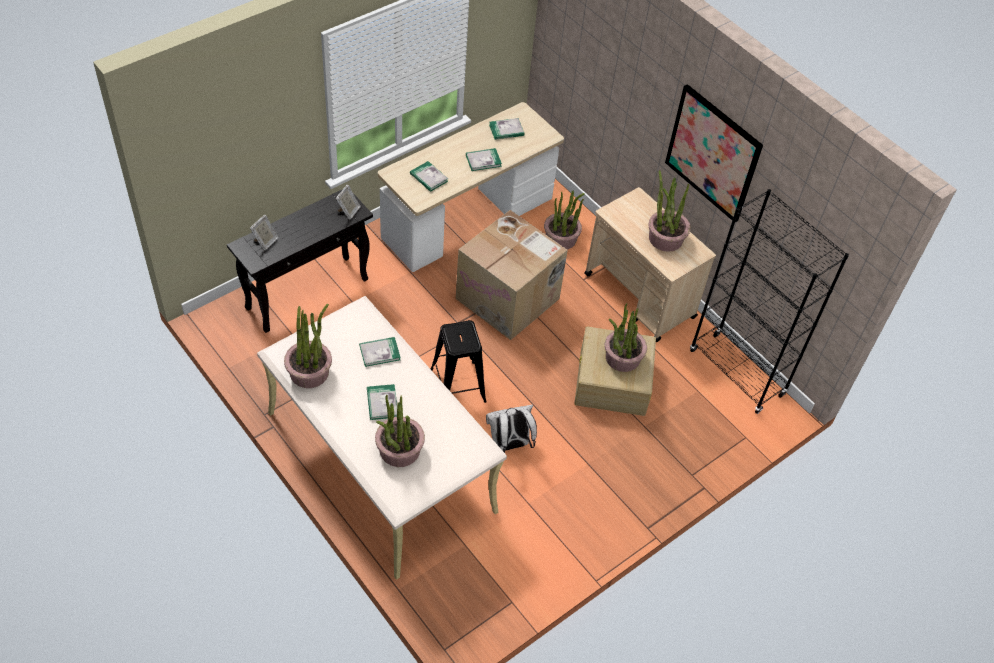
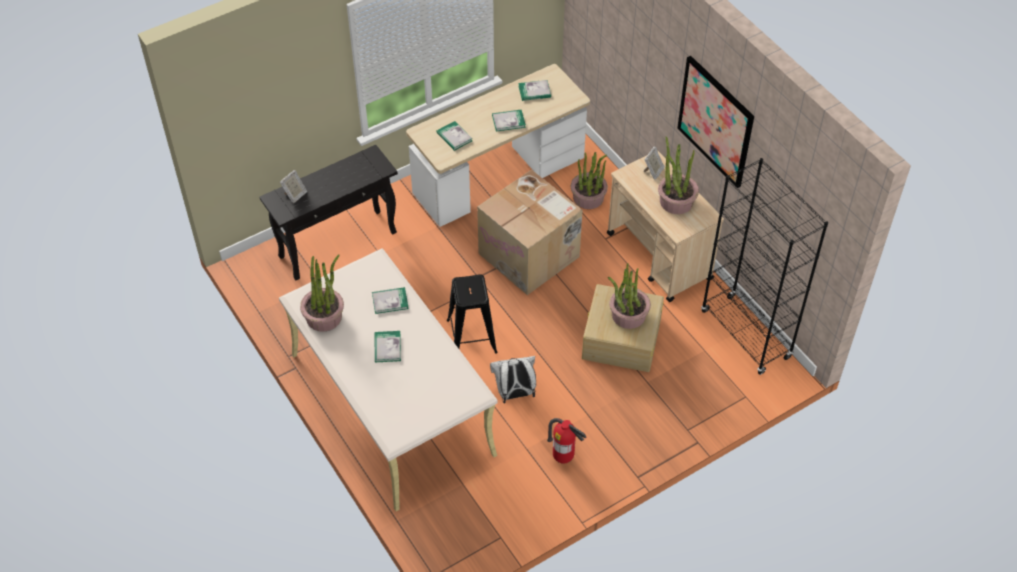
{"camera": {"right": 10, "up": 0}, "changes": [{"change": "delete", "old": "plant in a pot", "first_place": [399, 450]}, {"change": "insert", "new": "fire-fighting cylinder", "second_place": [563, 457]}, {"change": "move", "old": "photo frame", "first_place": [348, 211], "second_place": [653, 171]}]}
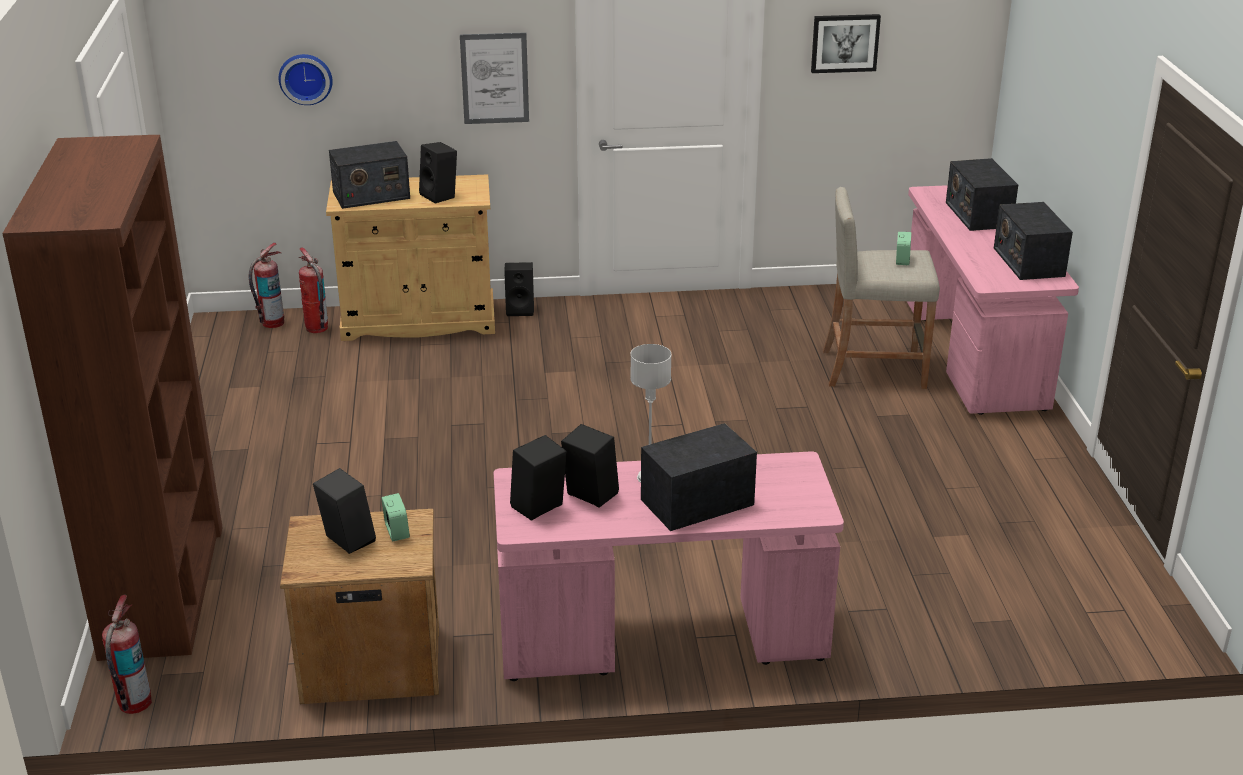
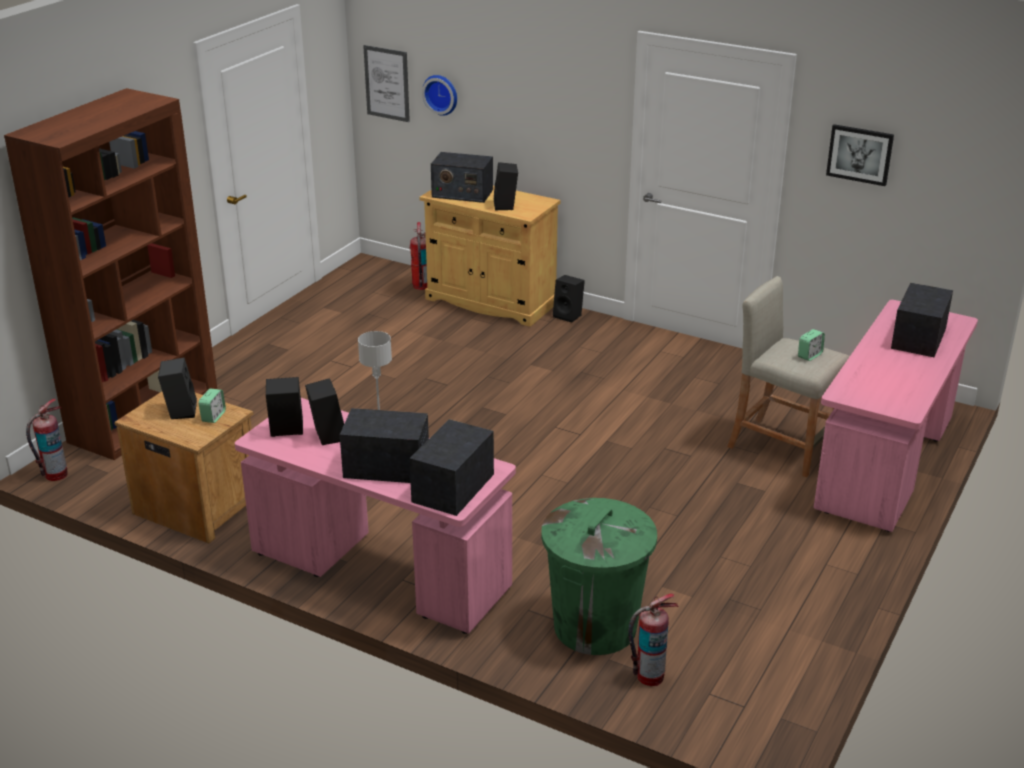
{"camera": {"right": 35, "up": 0}, "changes": [{"change": "insert", "new": "trash can (green)", "second_place": [595, 627]}, {"change": "move", "old": "fire-fighting cylinder", "first_place": [272, 323], "second_place": [649, 676]}, {"change": "move", "old": "wall art", "first_place": [494, 78], "second_place": [387, 83]}, {"change": "move", "old": "radio", "first_place": [1028, 262], "second_place": [453, 487]}]}
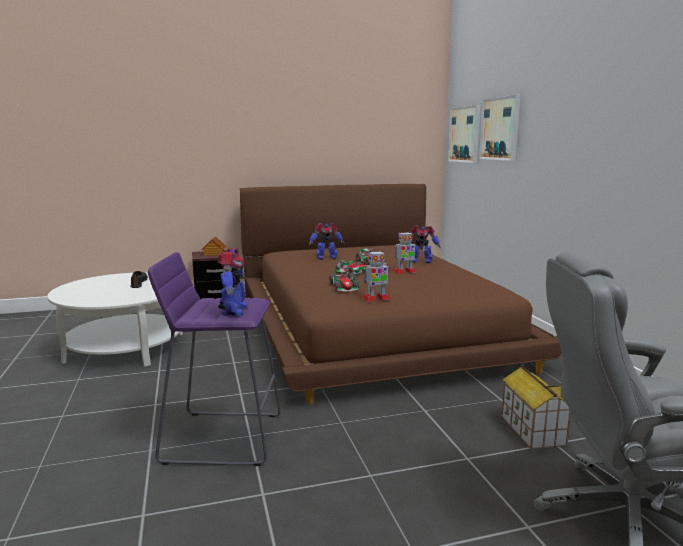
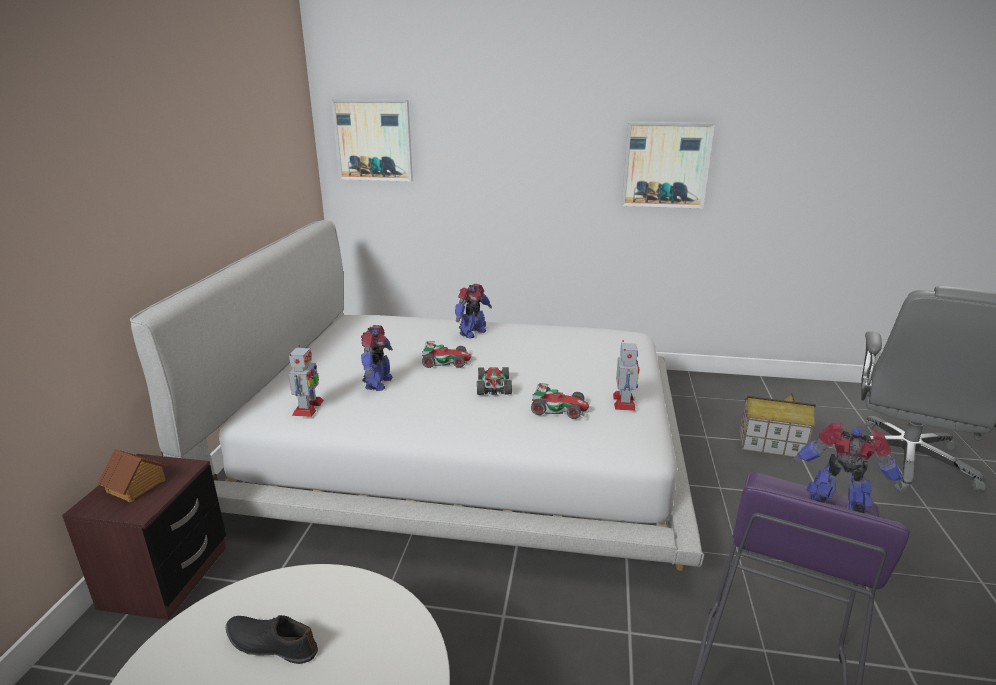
{"camera": {"right": -65, "up": 10}, "changes": [{"change": "move", "old": "robot figure", "first_place": [404, 271], "second_place": [308, 408]}, {"change": "move", "old": "wall art", "first_place": [500, 129], "second_place": [666, 165]}, {"change": "recolor", "old": "bed (brownish)", "new": "bed (white)", "first_place": [371, 327], "second_place": [461, 446]}]}
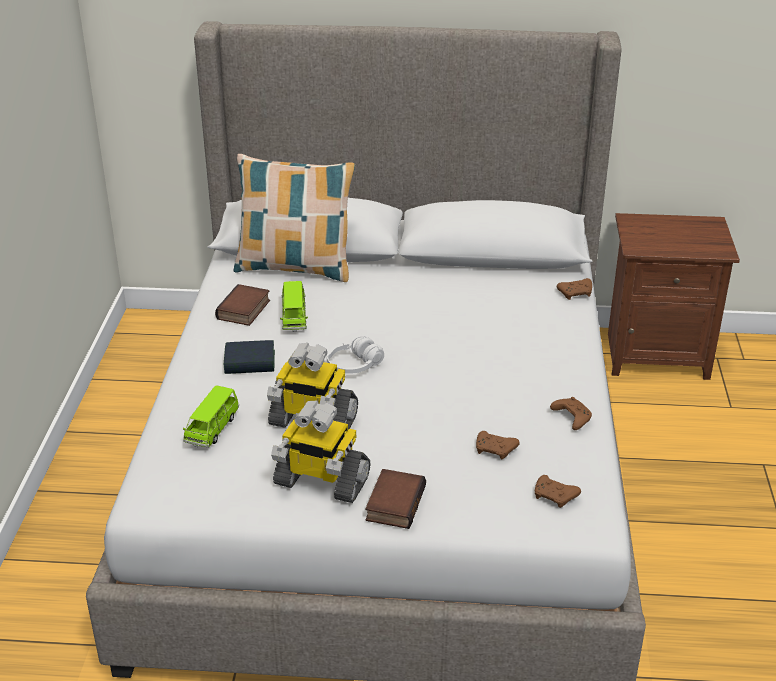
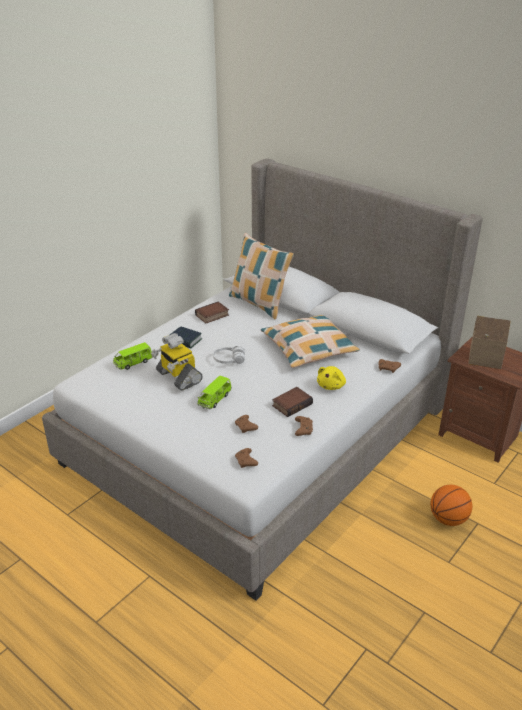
{"camera": {"right": 35, "up": 0}, "changes": [{"change": "delete", "old": "robot figure", "first_place": [320, 481]}, {"change": "insert", "new": "throw pillow", "second_place": [308, 348]}, {"change": "insert", "new": "soft toy (yellow)", "second_place": [331, 385]}, {"change": "insert", "new": "basketball ball", "second_place": [448, 519]}, {"change": "insert", "new": "toy house", "second_place": [485, 357]}, {"change": "move", "old": "model car (green)", "first_place": [294, 317], "second_place": [215, 399]}, {"change": "move", "old": "bound book", "first_place": [394, 503], "second_place": [292, 404]}]}
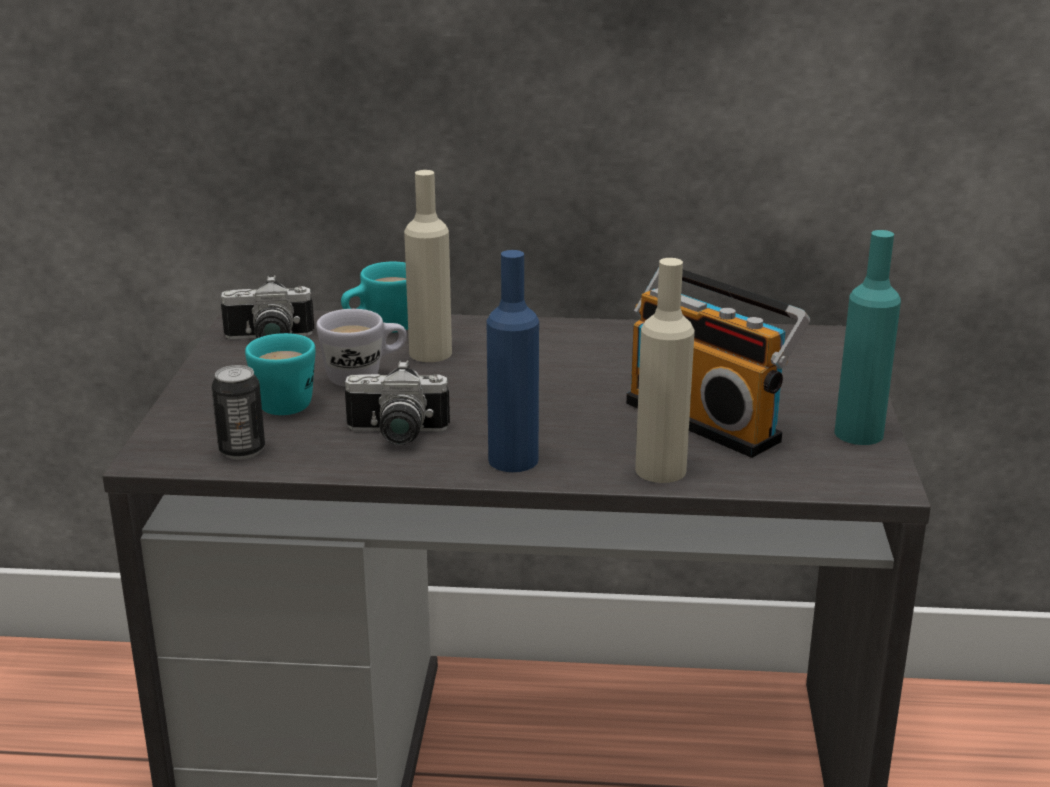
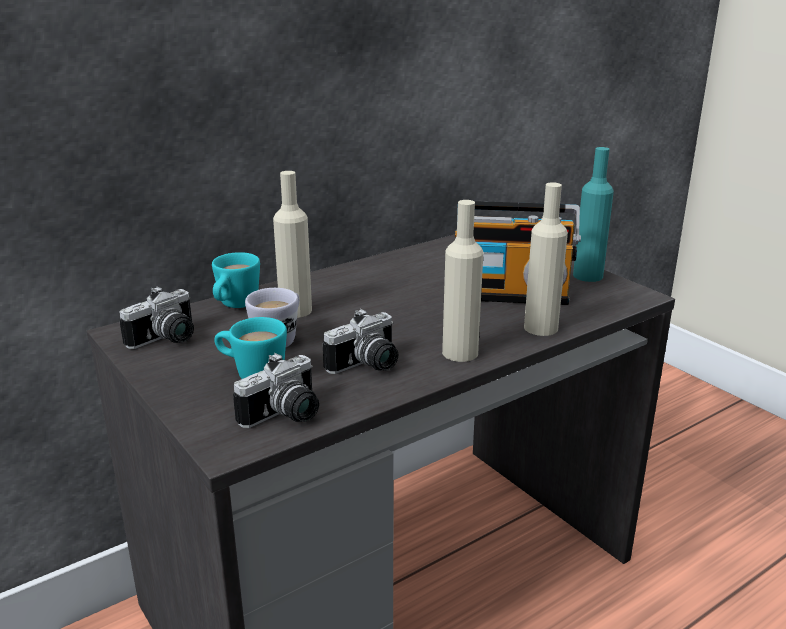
{"camera": {"right": -40, "up": 0}, "changes": [{"change": "replace", "old": "metal can", "new": "still camera", "first_place": [242, 451], "second_place": [286, 416]}, {"change": "recolor", "old": "drink bottle (blue-coloured)", "new": "drink bottle (sand-coloured)", "first_place": [513, 460], "second_place": [460, 353]}]}
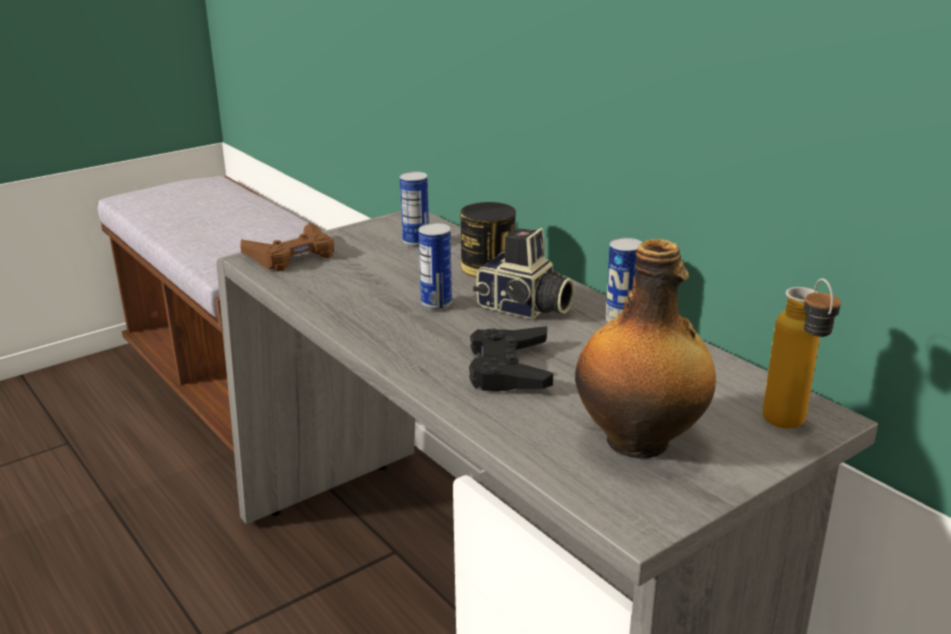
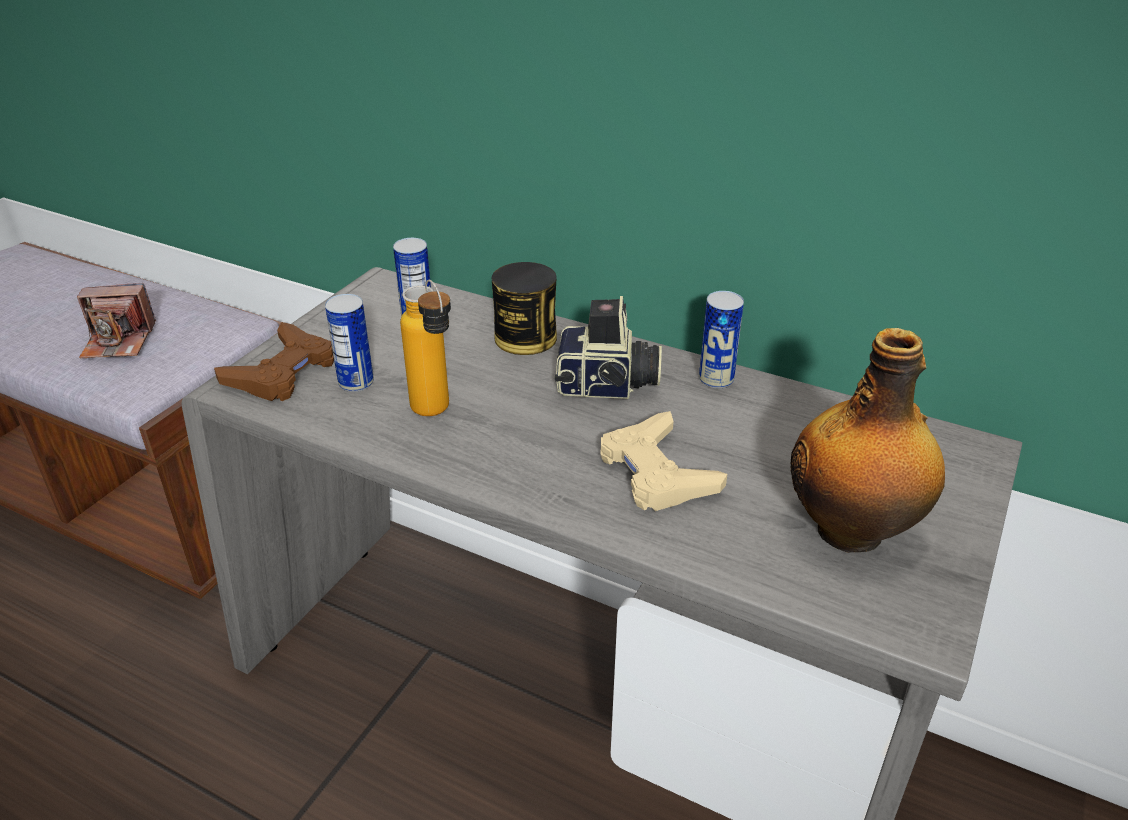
{"camera": {"right": -25, "up": 10}, "changes": [{"change": "insert", "new": "still camera", "second_place": [119, 341]}, {"change": "move", "old": "metal can", "first_place": [436, 304], "second_place": [356, 383]}, {"change": "move", "old": "drink bottle", "first_place": [790, 428], "second_place": [437, 415]}, {"change": "recolor", "old": "gamepad (blackish)", "new": "gamepad (sand-coloured)", "first_place": [509, 368], "second_place": [656, 472]}]}
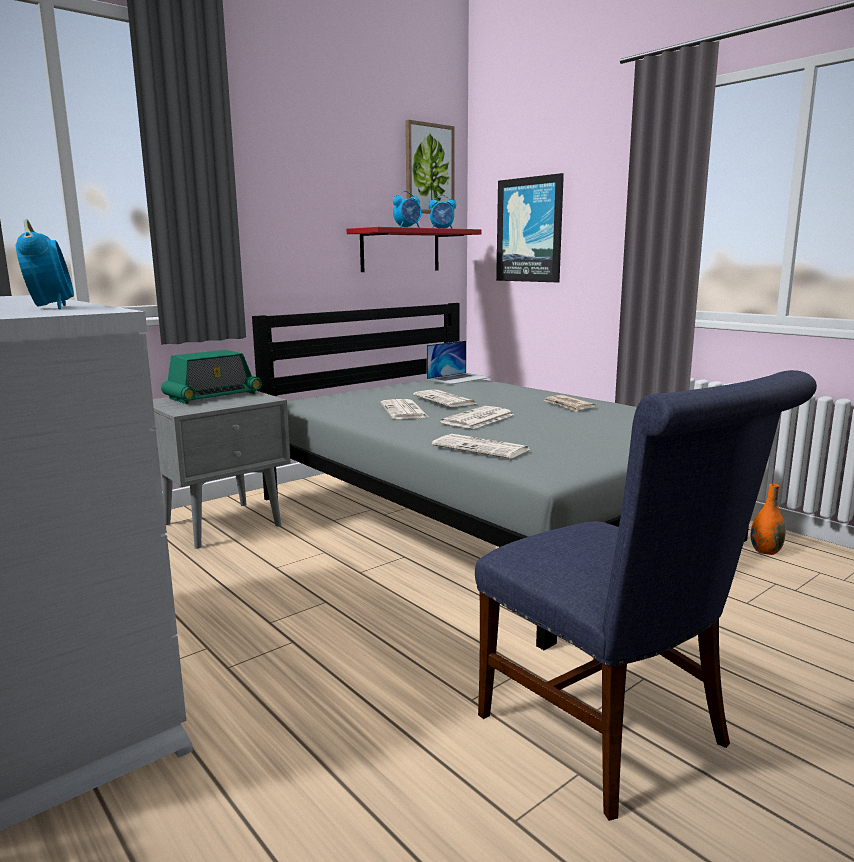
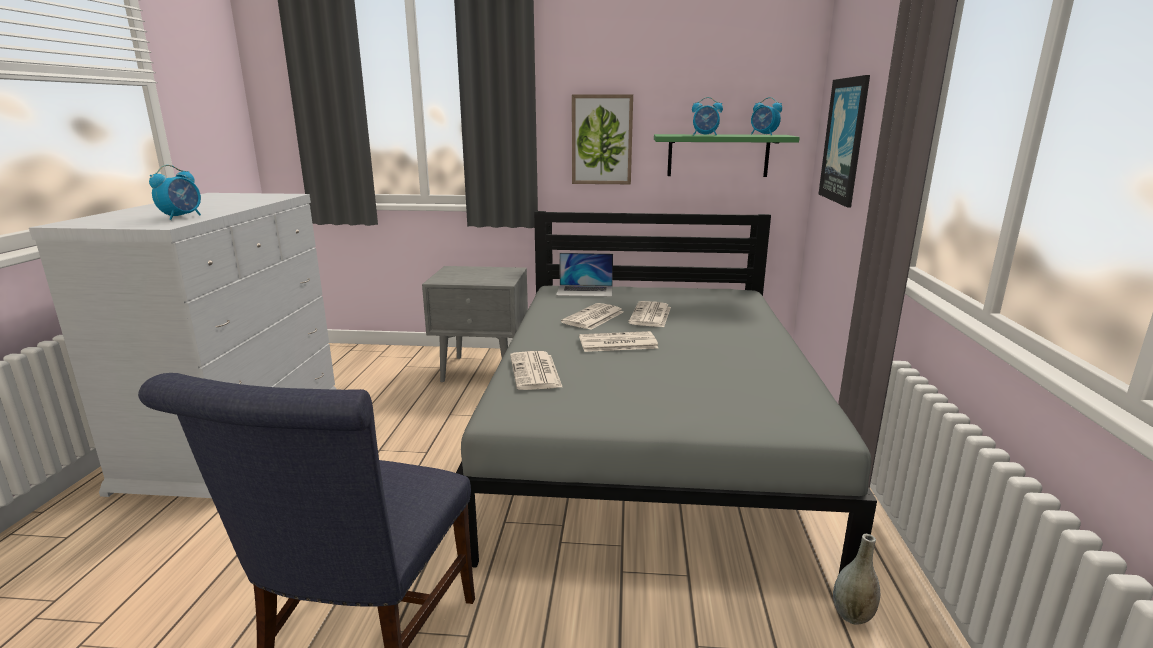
{"camera": {"right": 45, "up": 5}, "changes": [{"change": "delete", "old": "radio", "first_place": [213, 396]}, {"change": "delete", "old": "printed paper", "first_place": [568, 405]}, {"change": "move", "old": "wall art", "first_place": [429, 169], "second_place": [602, 140]}, {"change": "move", "old": "portable computer", "first_place": [459, 378], "second_place": [585, 291]}, {"change": "recolor", "old": "bracket shelf (reddish)", "new": "bracket shelf (green)", "first_place": [400, 250], "second_place": [718, 155]}, {"change": "recolor", "old": "decorative vase (orange)", "new": "decorative vase (grey)", "first_place": [765, 551], "second_place": [852, 615]}]}
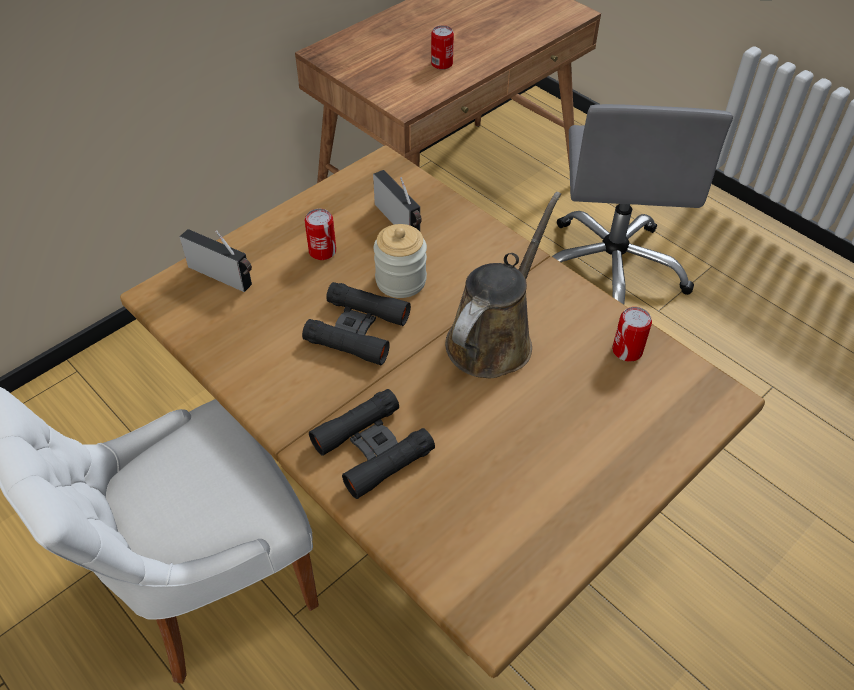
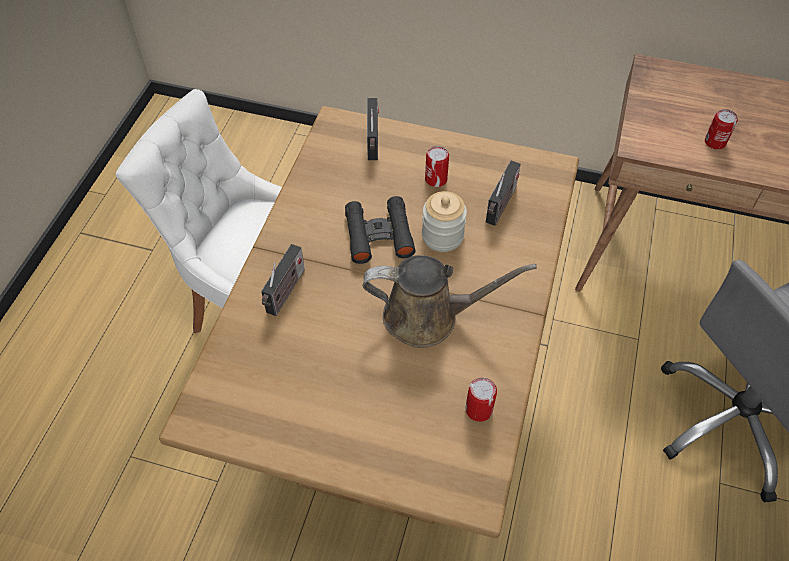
{"camera": {"right": 60, "up": 5}, "changes": [{"change": "replace", "old": "pair of binoculars (blackish)", "new": "radio", "first_place": [372, 448], "second_place": [285, 293]}]}
